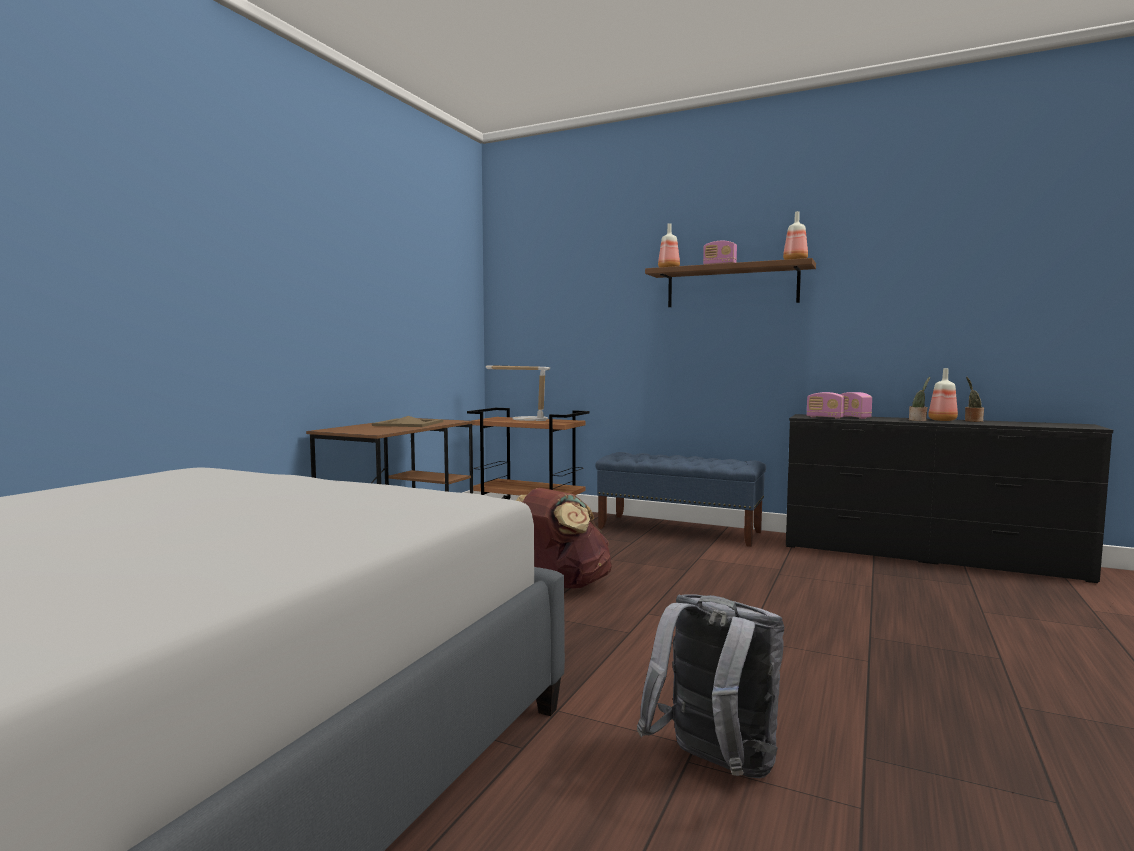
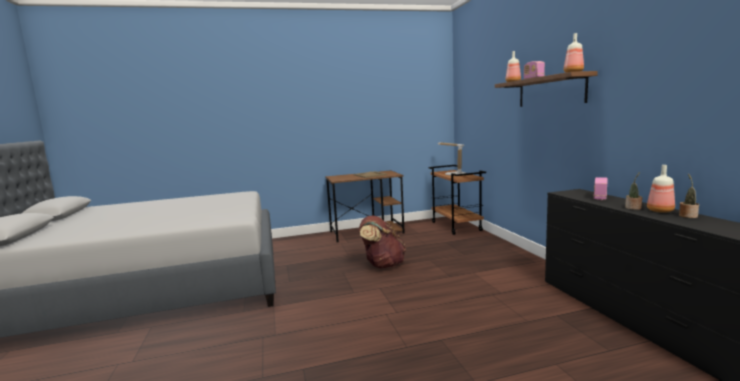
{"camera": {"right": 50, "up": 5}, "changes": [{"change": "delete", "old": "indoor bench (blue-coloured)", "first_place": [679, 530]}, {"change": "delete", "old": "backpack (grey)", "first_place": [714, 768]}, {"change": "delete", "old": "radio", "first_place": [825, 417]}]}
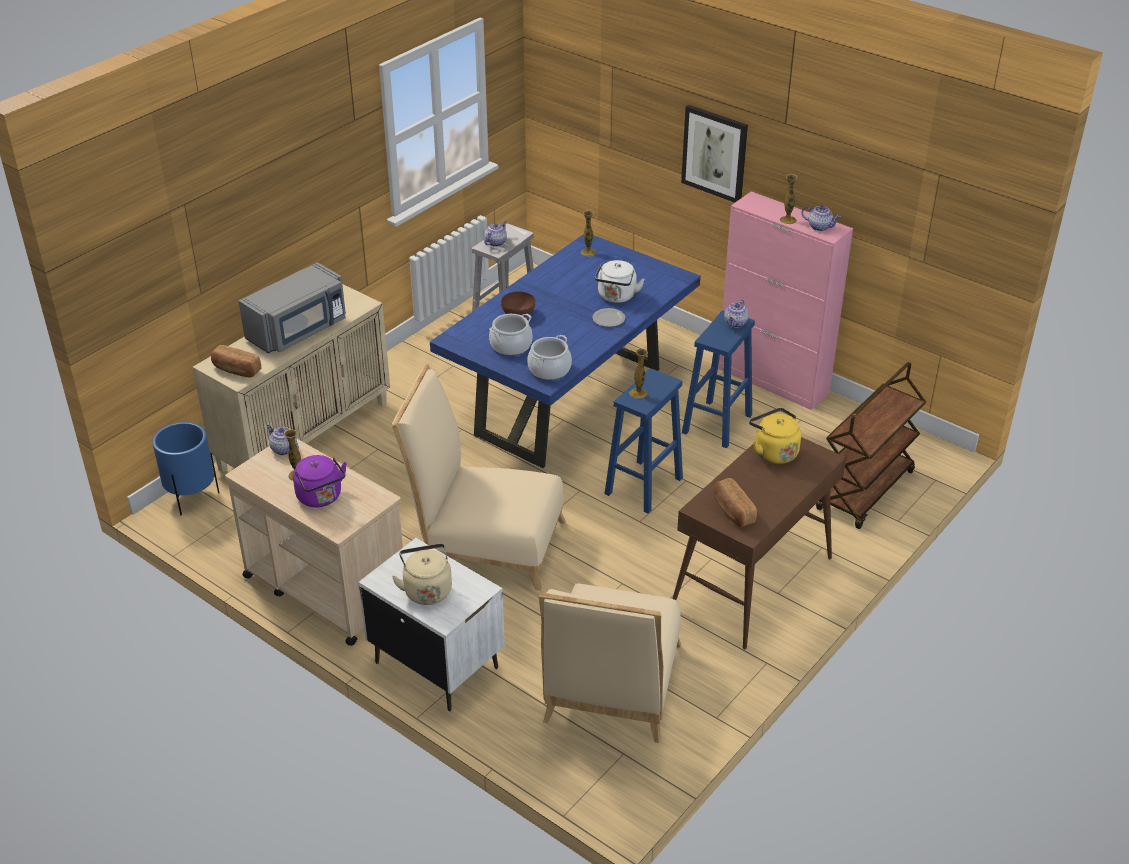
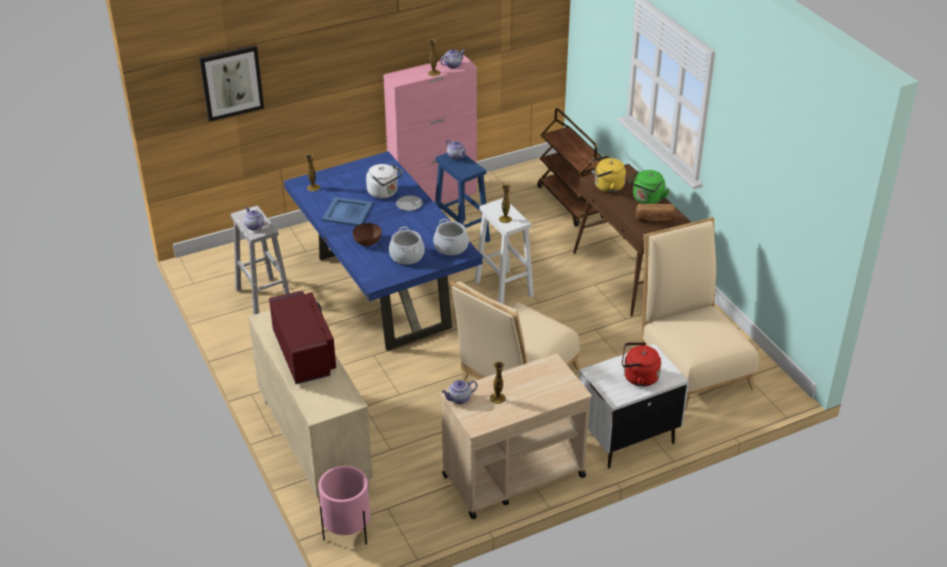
{"camera": {"right": -65, "up": 0}, "changes": [{"change": "delete", "old": "bakery bread", "first_place": [236, 370]}, {"change": "delete", "old": "tea kettle (purple)", "first_place": [321, 498]}, {"change": "insert", "new": "tray (blue-coloured)", "second_place": [347, 212]}, {"change": "insert", "new": "tea kettle (green)", "second_place": [647, 199]}, {"change": "move", "old": "wall art", "first_place": [715, 153], "second_place": [231, 82]}, {"change": "recolor", "old": "plant pot (blue-coloured)", "new": "plant pot (pink)", "first_place": [192, 498], "second_place": [347, 532]}, {"change": "recolor", "old": "microwave oven (grey)", "new": "microwave oven (reddish)", "first_place": [299, 330], "second_place": [305, 353]}, {"change": "recolor", "old": "tea kettle (sand-coloured)", "new": "tea kettle (reddish)", "first_place": [426, 589], "second_place": [638, 377]}, {"change": "recolor", "old": "sitting stool (blue-coloured)", "new": "sitting stool (white)", "first_place": [643, 487], "second_place": [504, 289]}, {"change": "rotate", "old": "chair (sand-coloured)", "first_place": [611, 690], "second_place": [691, 365], "degrees": -150}]}
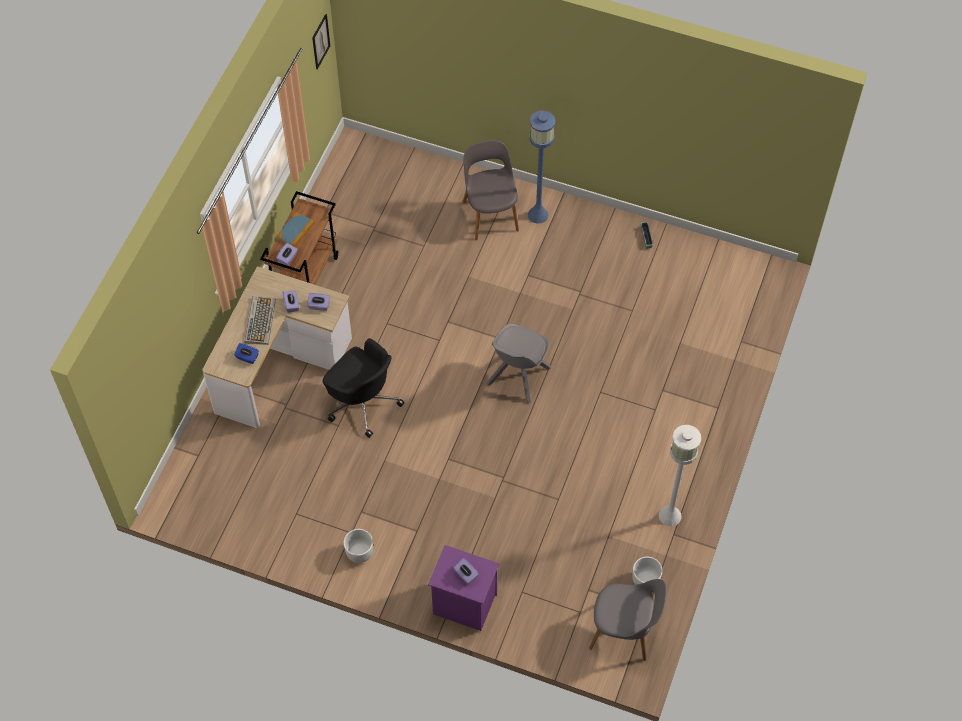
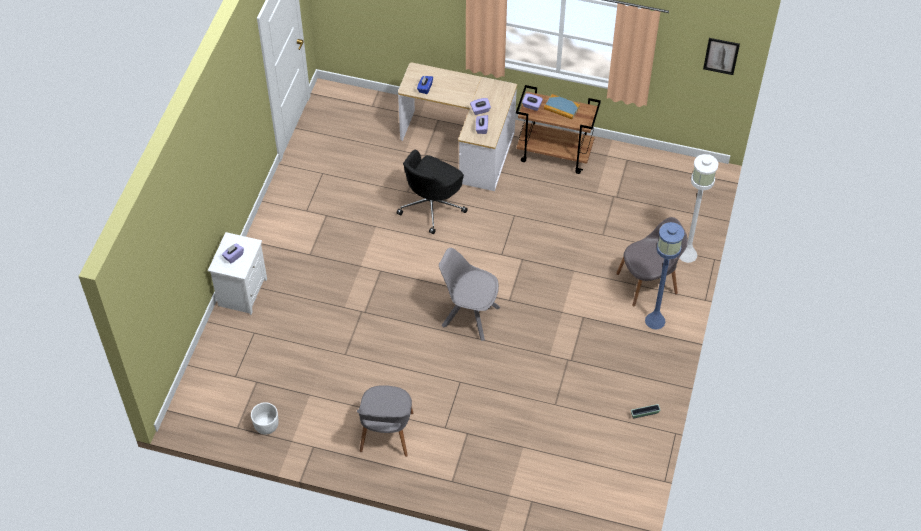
{"camera": {"right": 85, "up": -5}, "changes": [{"change": "delete", "old": "keyboard", "first_place": [259, 320]}, {"change": "delete", "old": "plant pot (white)", "first_place": [360, 552]}, {"change": "move", "old": "chair (grey)", "first_place": [624, 631], "second_place": [386, 434]}, {"change": "move", "old": "standard lamp (white)", "first_place": [670, 515], "second_place": [687, 254]}, {"change": "recolor", "old": "bedside table (purple)", "new": "bedside table (white)", "first_place": [463, 604], "second_place": [242, 291]}]}
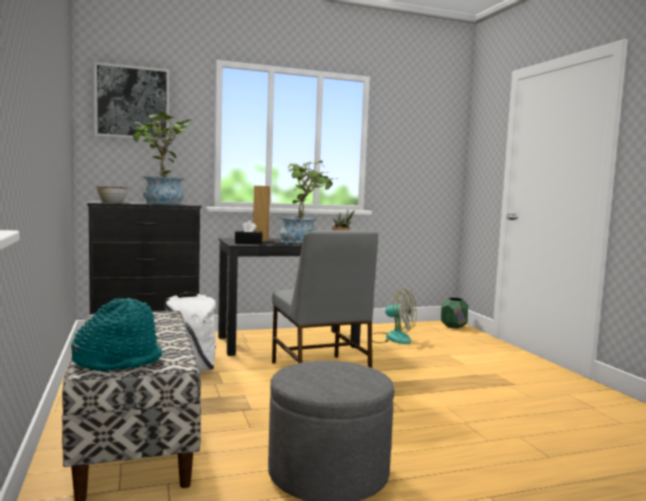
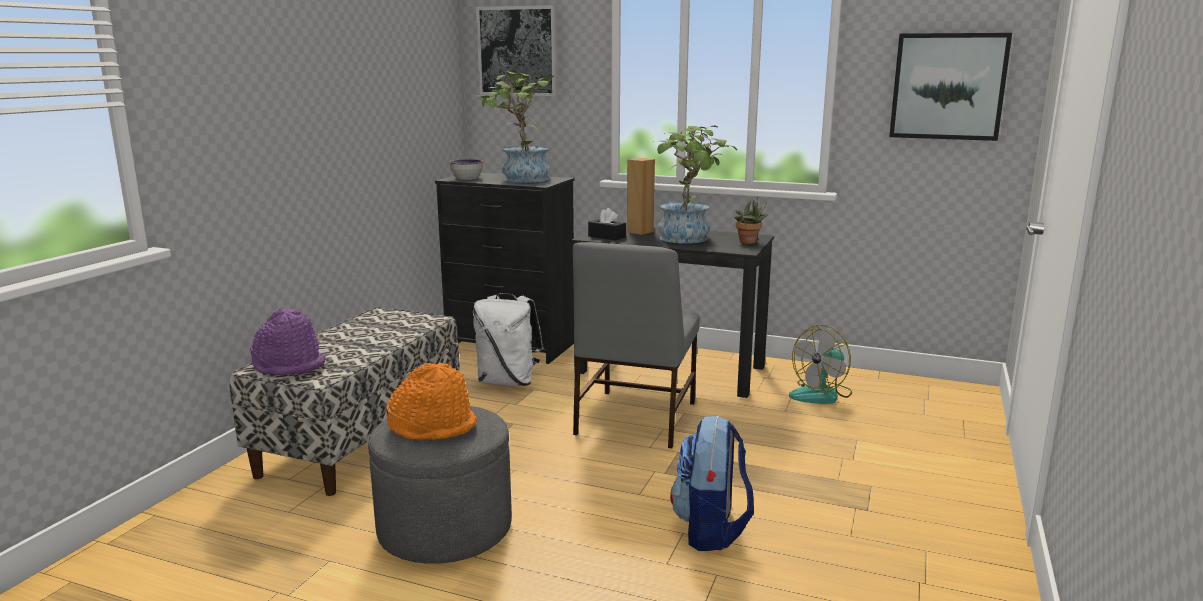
{"camera": {"right": 40, "up": 10}, "changes": [{"change": "delete", "old": "plant pot (green)", "first_place": [454, 326]}, {"change": "insert", "new": "hat (orange)", "second_place": [433, 426]}, {"change": "insert", "new": "backpack", "second_place": [711, 530]}, {"change": "insert", "new": "wall art", "second_place": [948, 86]}, {"change": "recolor", "old": "hat (turquoise)", "new": "hat (purple)", "first_place": [118, 361], "second_place": [290, 365]}, {"change": "rotate", "old": "electric fan", "first_place": [392, 338], "second_place": [821, 394], "degrees": 75}]}
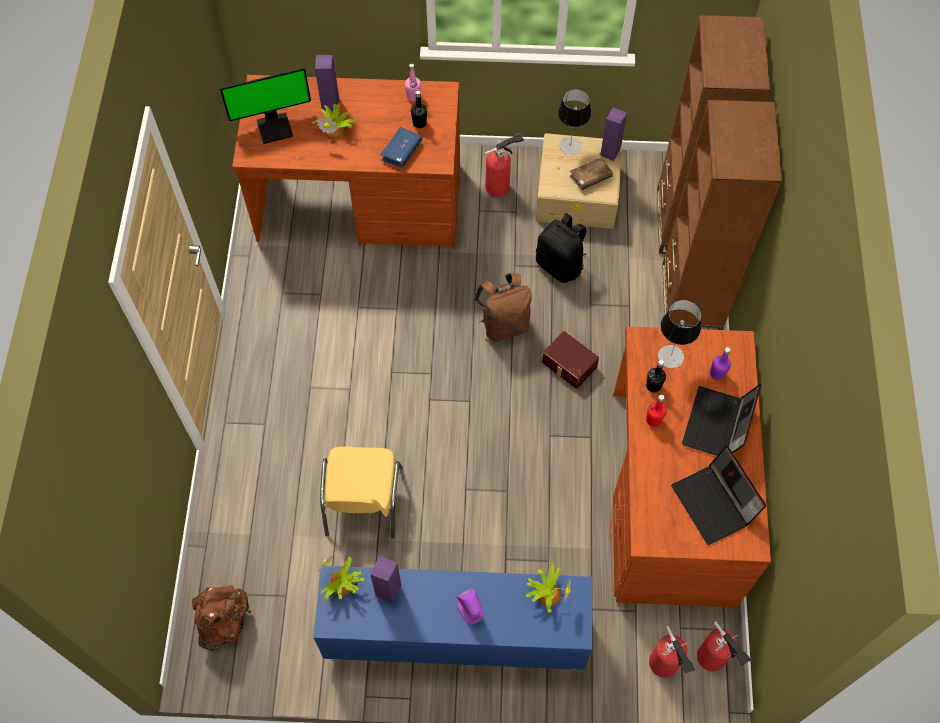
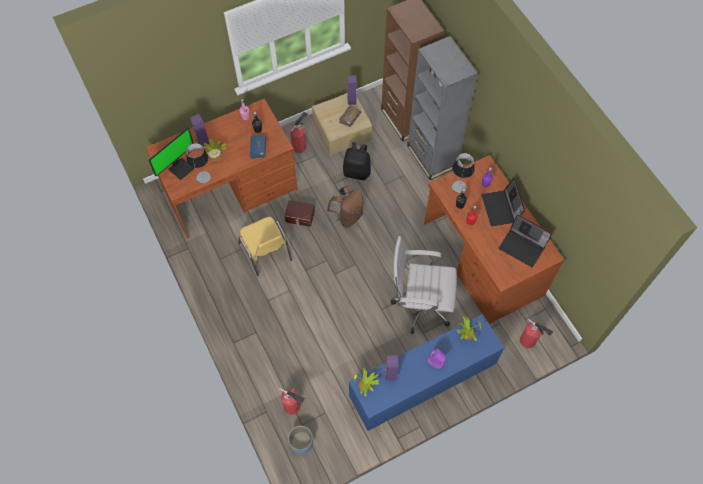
{"camera": {"right": -30, "up": 0}, "changes": [{"change": "insert", "new": "desk chair (white)", "second_place": [419, 305]}, {"change": "move", "old": "chair (yellow)", "first_place": [362, 502], "second_place": [266, 252]}, {"change": "move", "old": "storage container (brownish)", "first_place": [568, 365], "second_place": [300, 217]}, {"change": "move", "old": "lamp for a table", "first_place": [570, 146], "second_place": [203, 177]}, {"change": "move", "old": "fire-fighting cylinder", "first_place": [713, 660], "second_place": [293, 407]}, {"change": "replace", "old": "backpack (brownish)", "new": "plant pot (blue-coloured)", "first_place": [224, 621], "second_place": [301, 443]}, {"change": "recolor", "old": "bookshelf (brownish)", "new": "bookshelf (grey)", "first_place": [690, 298], "second_place": [431, 157]}]}
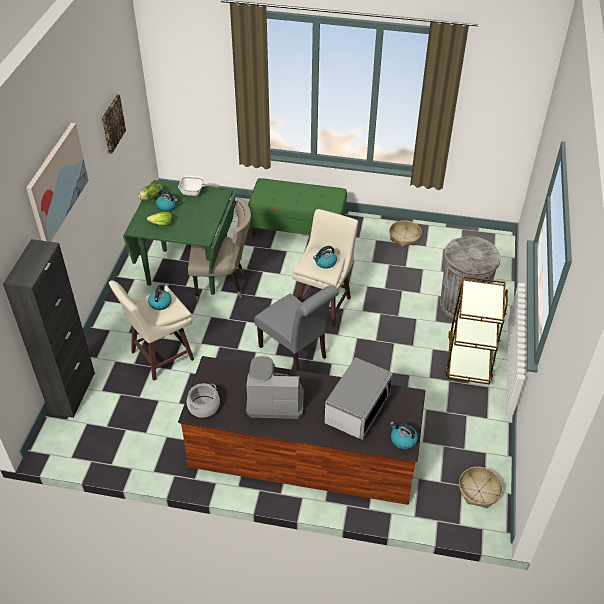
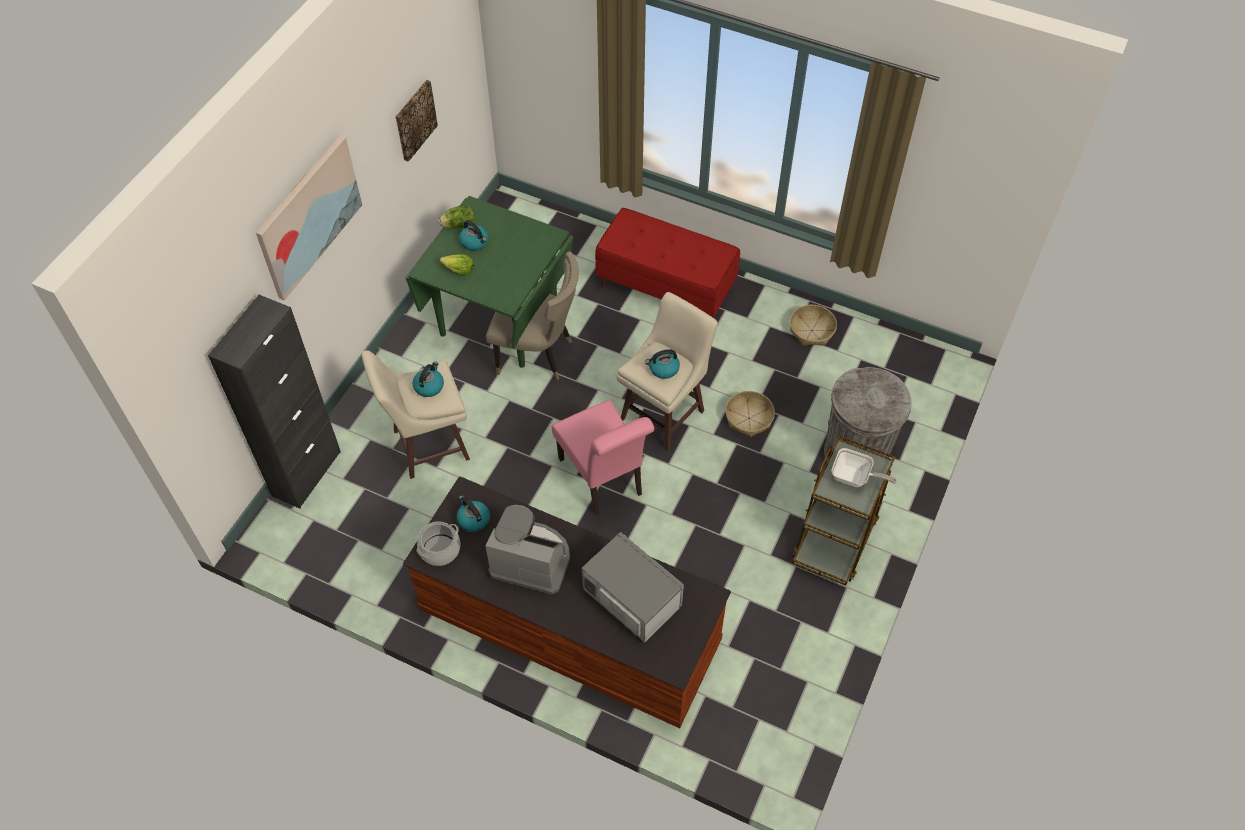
{"camera": {"right": 15, "up": 10}, "changes": [{"change": "move", "old": "skillet", "first_place": [195, 192], "second_place": [854, 478]}, {"change": "move", "old": "tea kettle", "first_place": [403, 440], "second_place": [473, 519]}, {"change": "move", "old": "basket", "first_place": [479, 491], "second_place": [749, 418]}, {"change": "recolor", "old": "indoor bench (green)", "new": "indoor bench (reddish)", "first_place": [298, 229], "second_place": [666, 287]}, {"change": "recolor", "old": "chair (grey)", "new": "chair (pink)", "first_place": [296, 354], "second_place": [603, 480]}, {"change": "rotate", "old": "microwave oven", "first_place": [357, 409], "second_place": [631, 599], "degrees": -90}]}
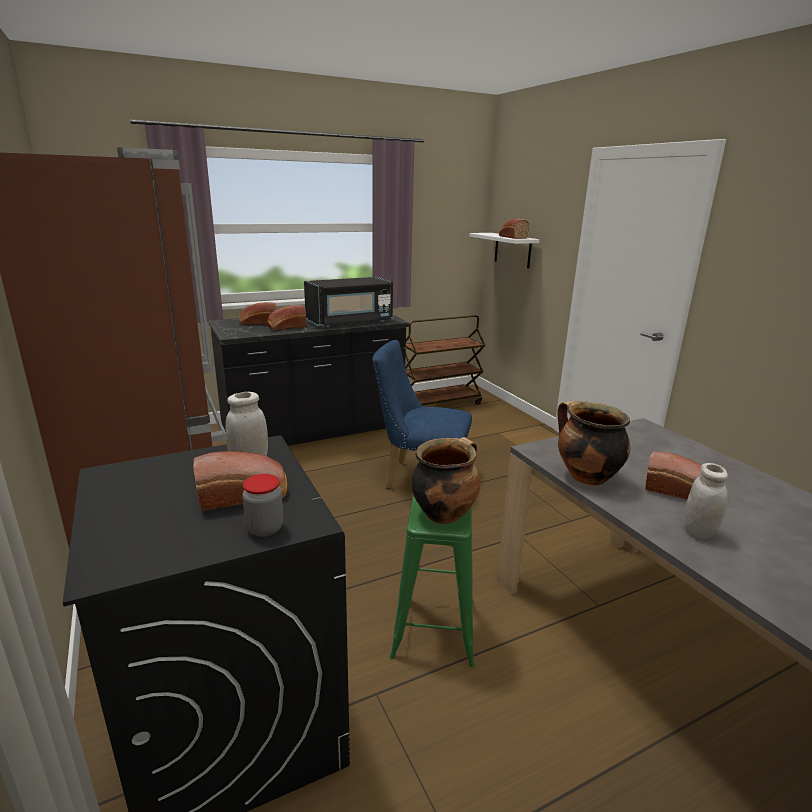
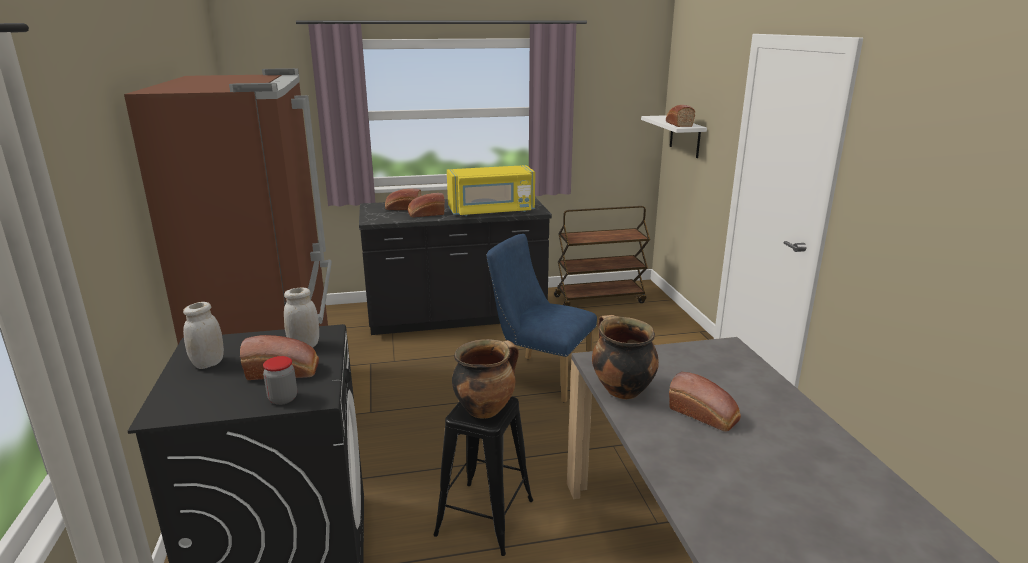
{"camera": {"right": 15, "up": 0}, "changes": [{"change": "move", "old": "preserve jar (white)", "first_place": [698, 531], "second_place": [208, 363]}, {"change": "recolor", "old": "microwave oven (blackish)", "new": "microwave oven (yellow)", "first_place": [350, 322], "second_place": [491, 211]}, {"change": "recolor", "old": "sitting stool (green)", "new": "sitting stool (blackish)", "first_place": [434, 628], "second_place": [485, 517]}]}
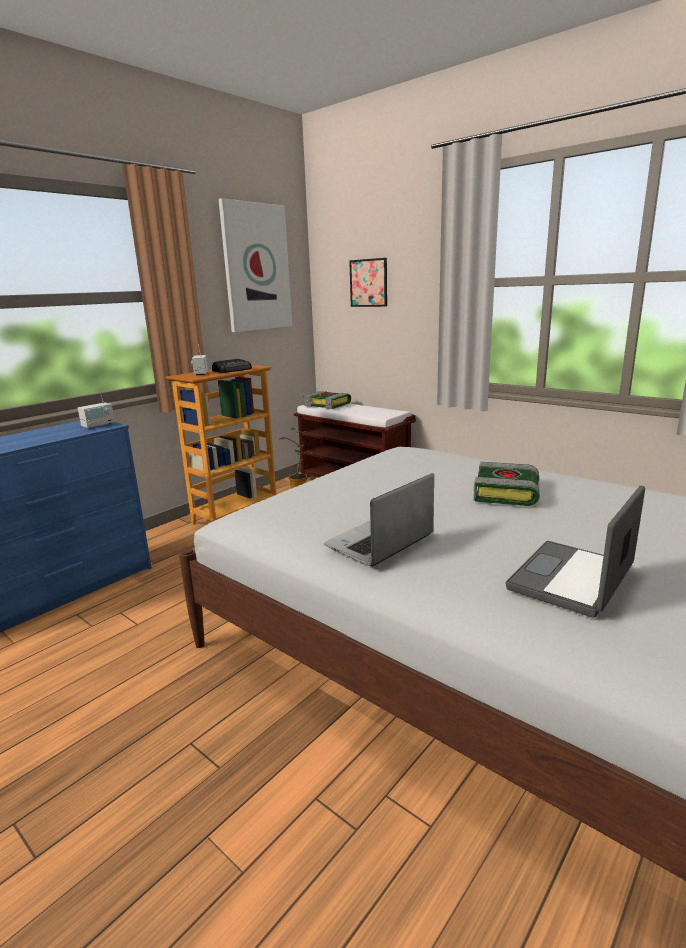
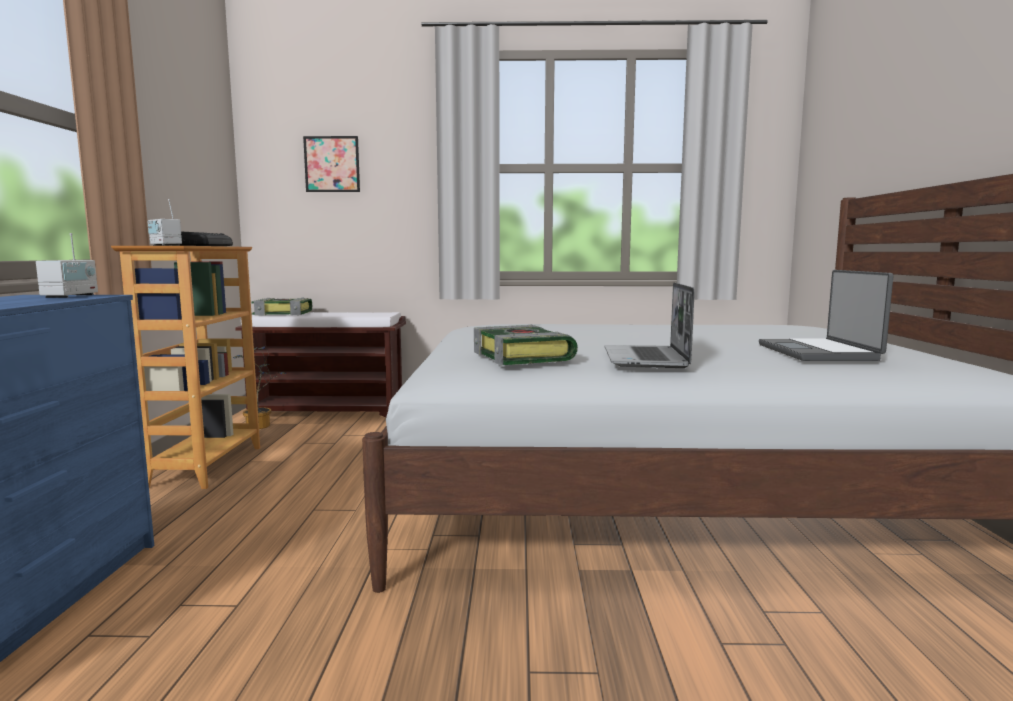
{"camera": {"right": -40, "up": -10}, "changes": [{"change": "delete", "old": "wall art", "first_place": [256, 268]}, {"change": "move", "old": "bound book", "first_place": [507, 493], "second_place": [524, 358]}]}
